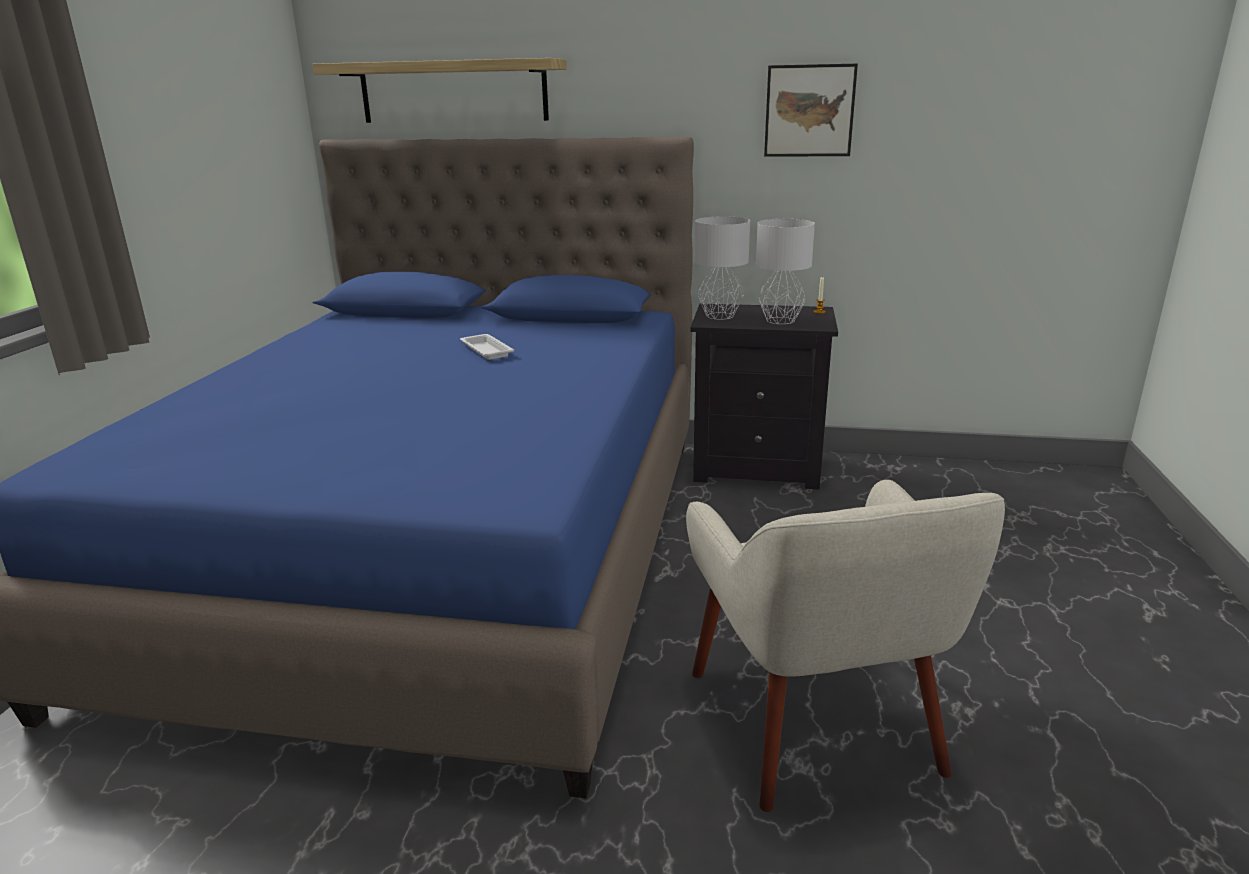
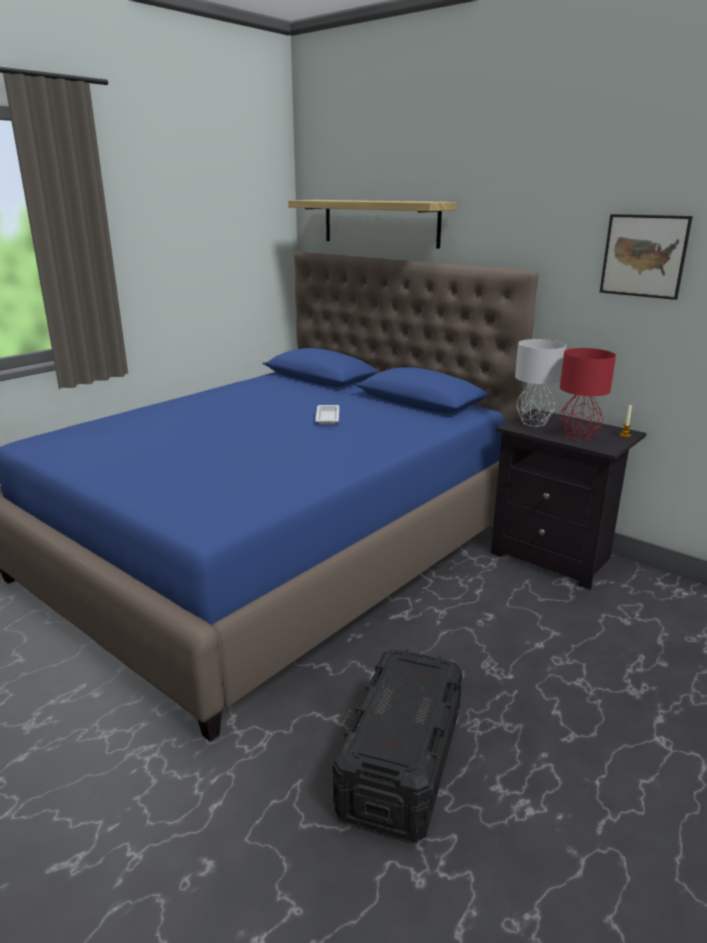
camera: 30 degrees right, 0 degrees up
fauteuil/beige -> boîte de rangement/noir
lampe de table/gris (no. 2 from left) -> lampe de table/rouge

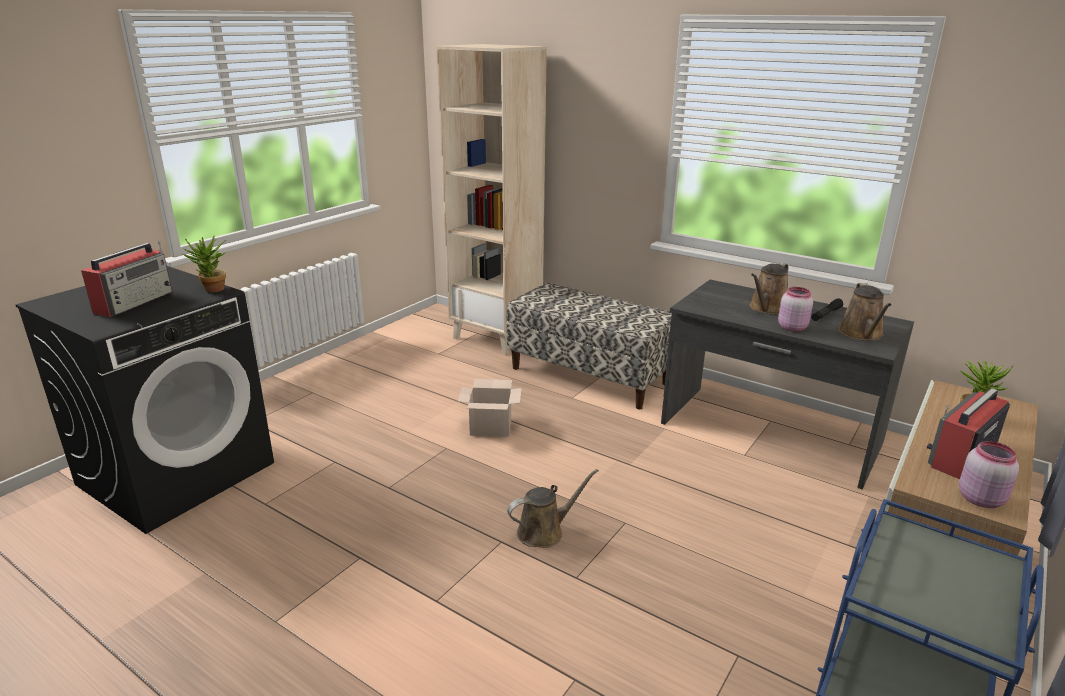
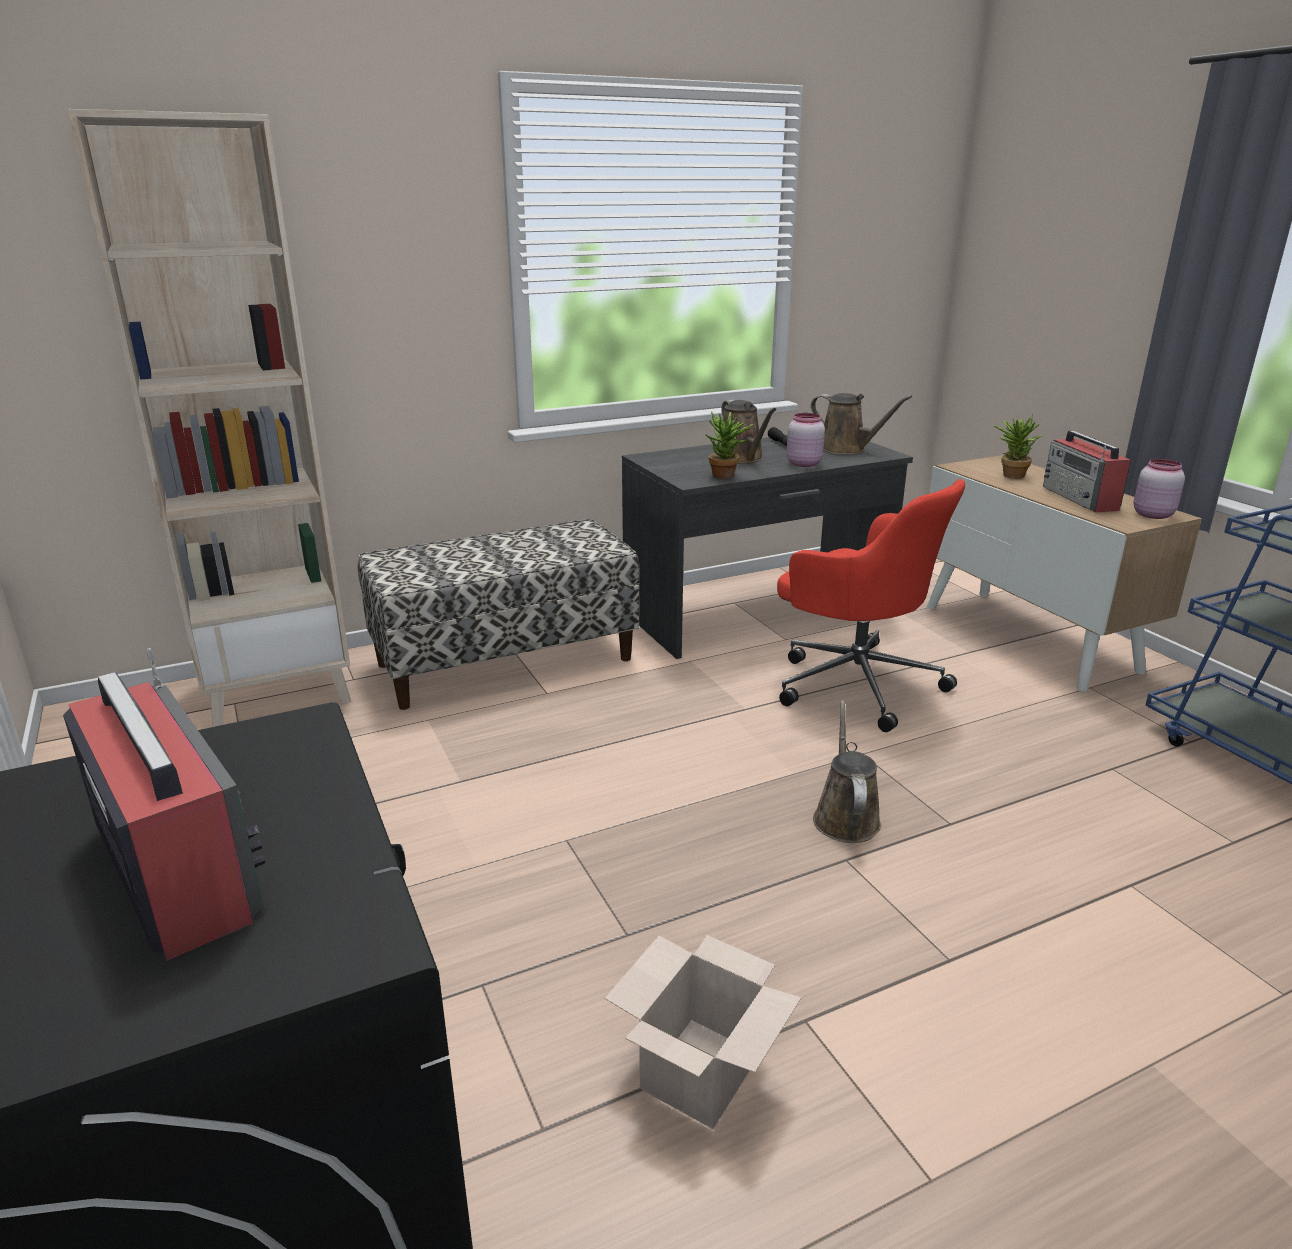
camera: 60 degrees left, 0 degrees up
none -> chaise de bureau/rouge
plante en pot (no. 1 from left), shifted
carton, shifted

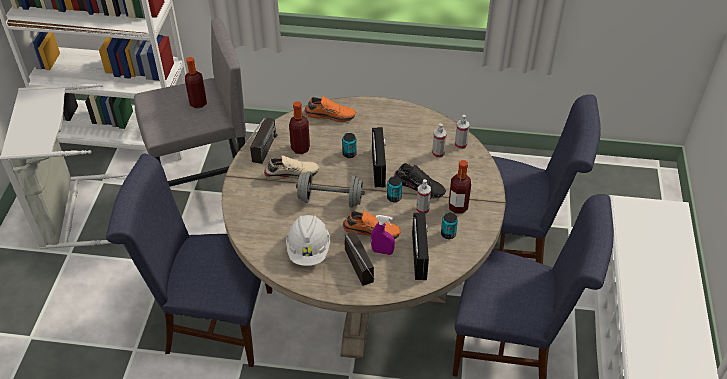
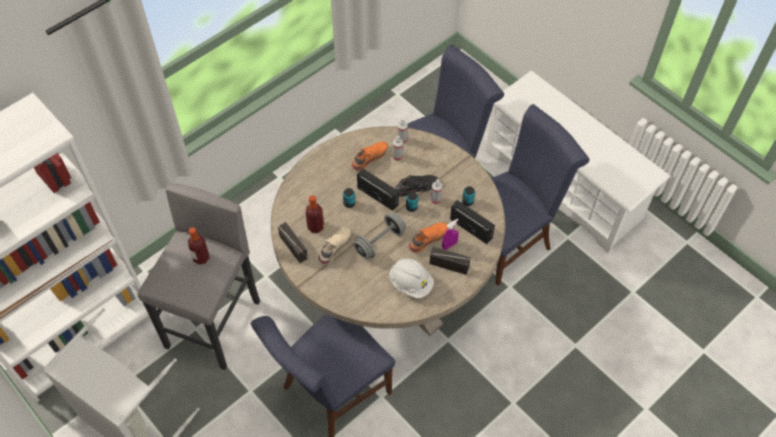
camera: 50 degrees left, 10 degrees up
bouteille (no. 3 from left) -> none
chaussure/orange (no. 1 from left), shifted

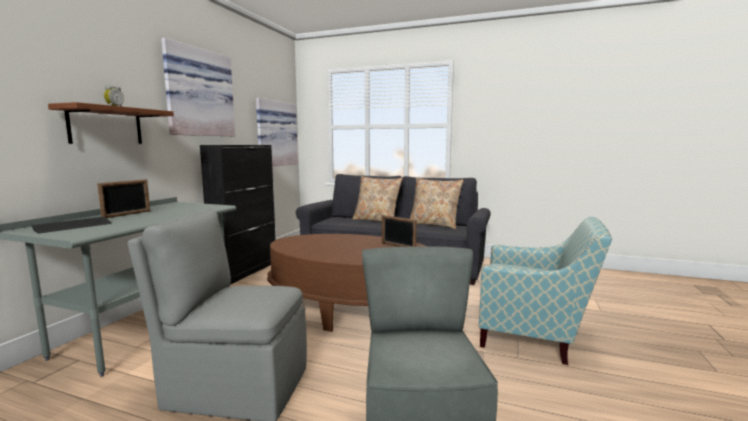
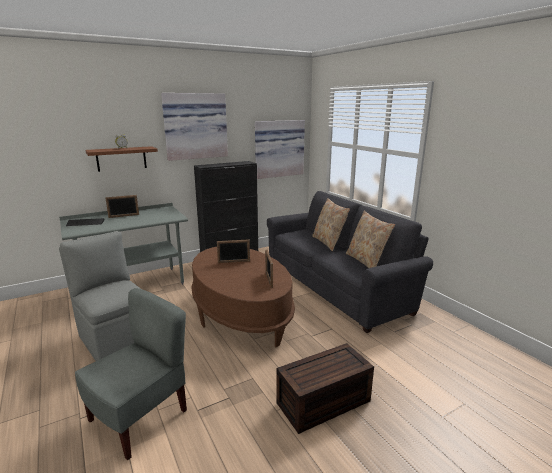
camera: 40 degrees right, 10 degrees up
none -> cadre photo (no. 2 from left)
fauteuil -> boîte de rangement/marron

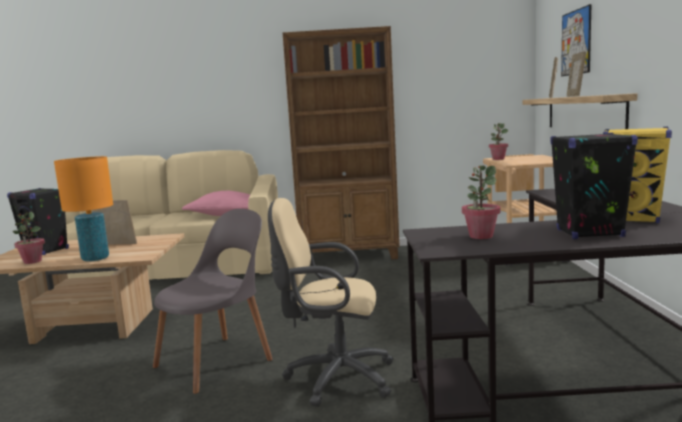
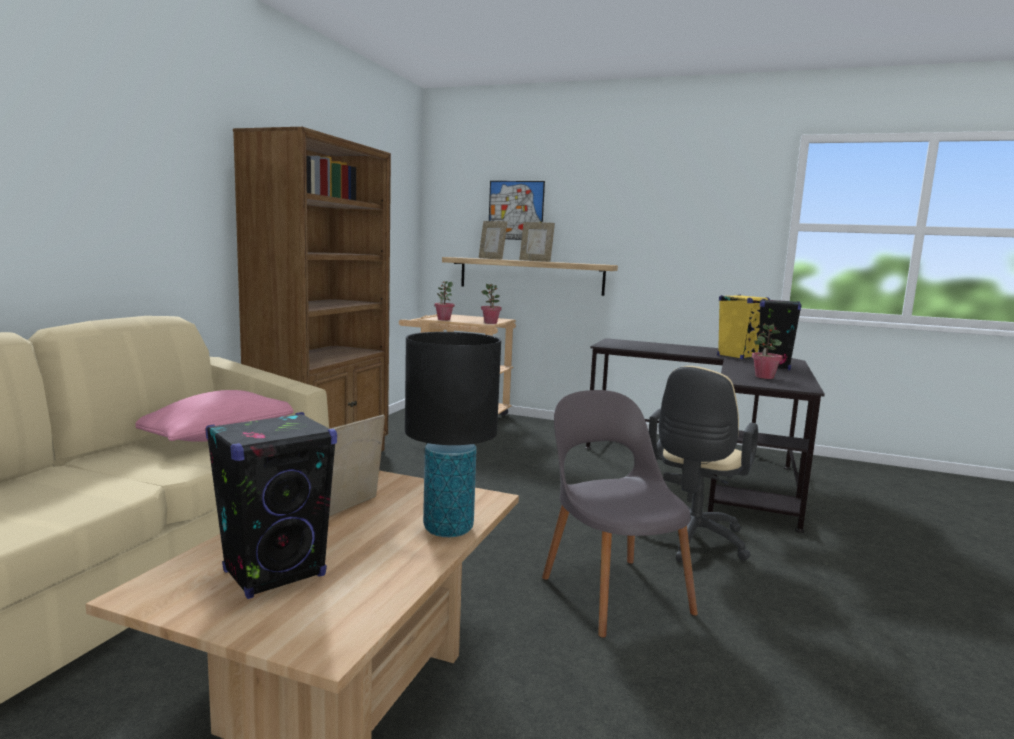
camera: 70 degrees left, 0 degrees up
plante en pot (no. 1 from left in the first image) -> plante en pot (no. 2 from left), shifted
lampe de table/orange -> lampe de table/noir

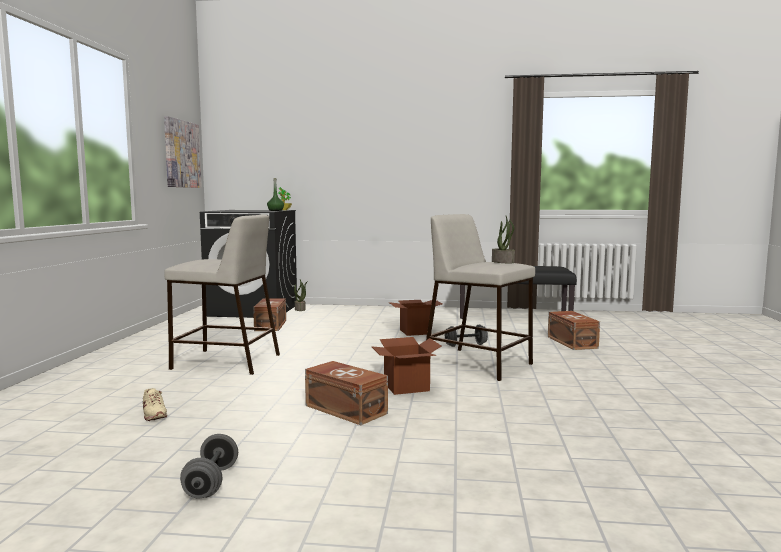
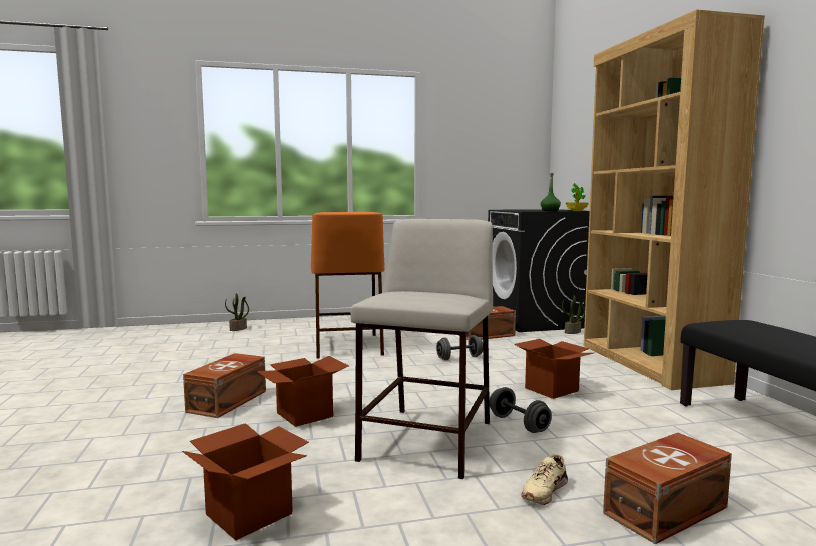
camera: 70 degrees right, 0 degrees up
tableau -> none
none -> carton (no. 1 from left)
none -> bibliothèque/marron
chaussure/beige, shifted
haltère/gris (no. 1 from left), shifted
plante en pot (no. 3 from left in the first image) -> plante en pot (no. 1 from left), shifted
tabouret/beige (no. 1 from left) -> tabouret/orange

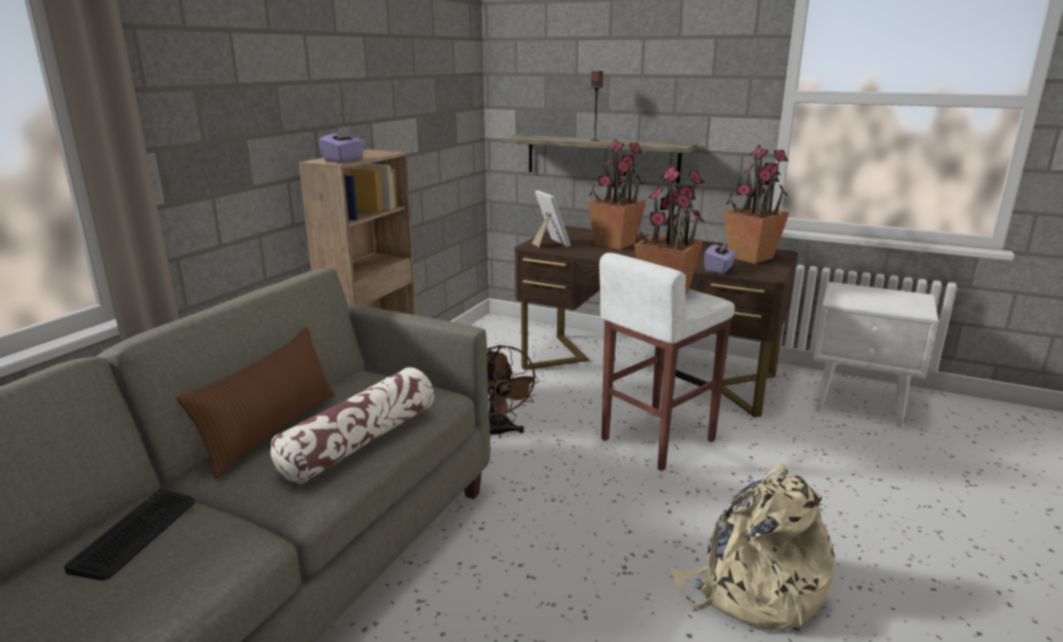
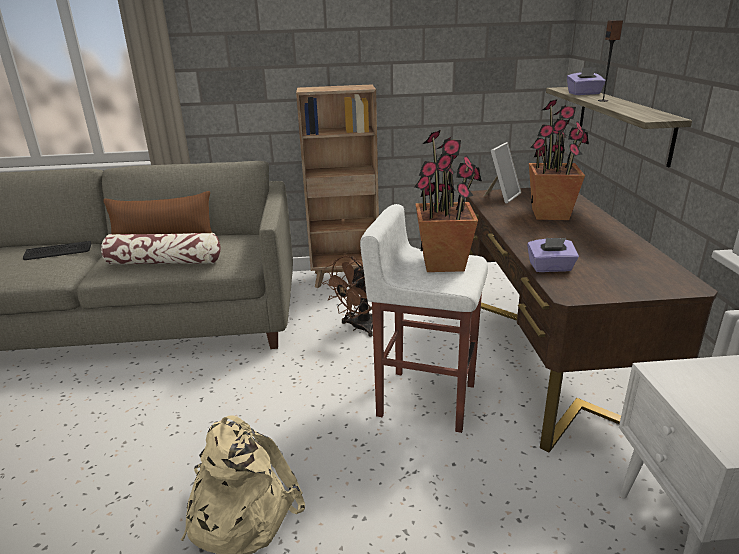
camera: 60 degrees right, 5 degrees up
plante en pot (no. 3 from left) -> none
boîte à mouchoirs/violet (no. 1 from left in the first image) -> boîte à mouchoirs/violet (no. 2 from left), shifted

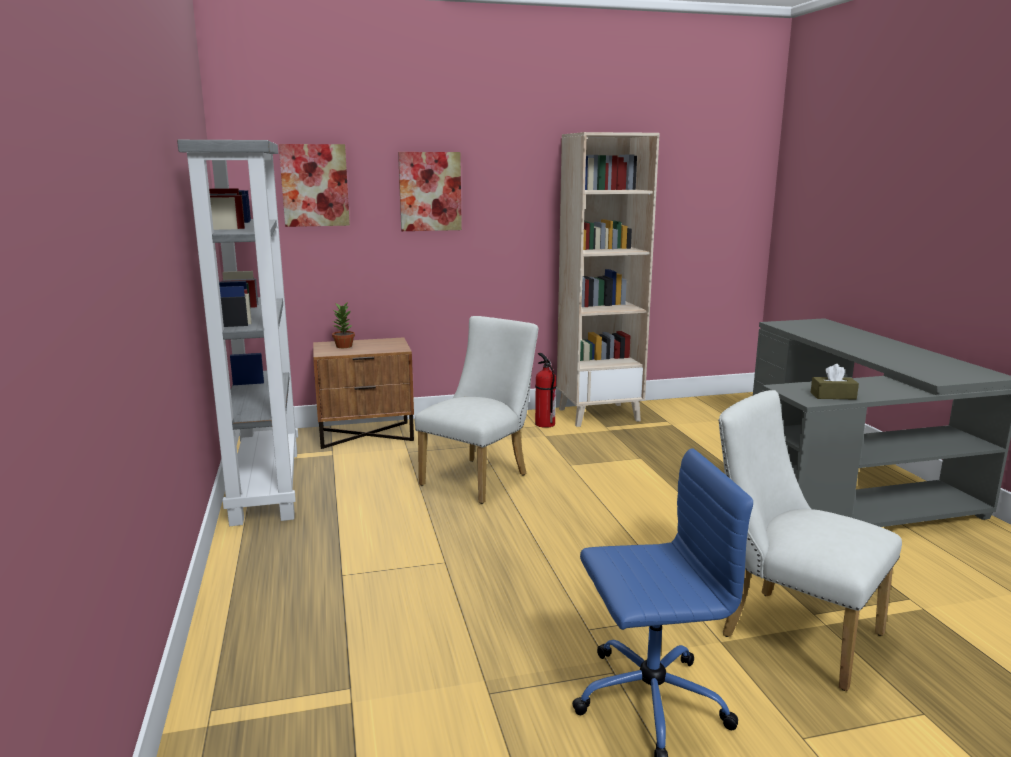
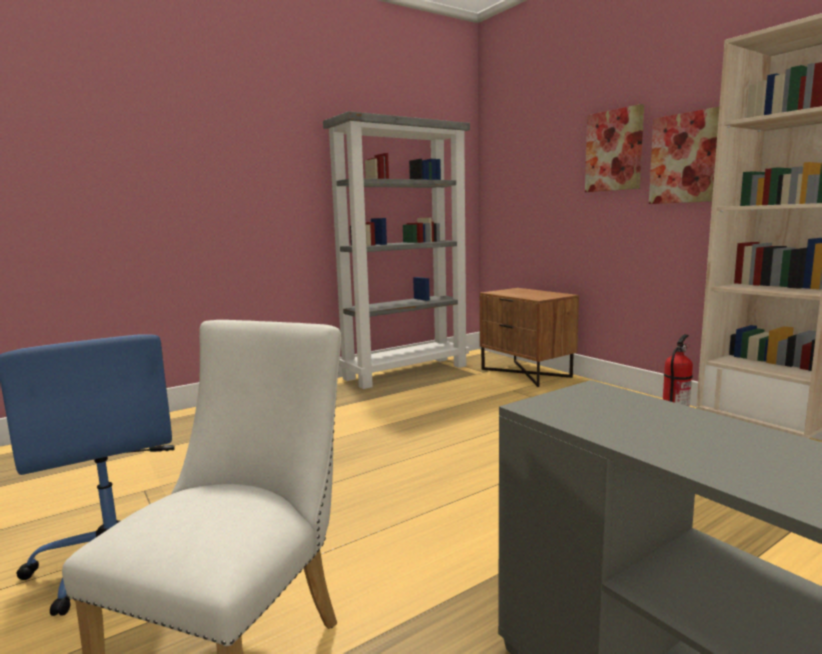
camera: 70 degrees right, 5 degrees down
plante en pot -> none
chaise/blanc (no. 1 from left) -> none
boîte à mouchoirs/marron -> none
tableau (no. 1 from left in the first image) -> tableau (no. 2 from left), shifted

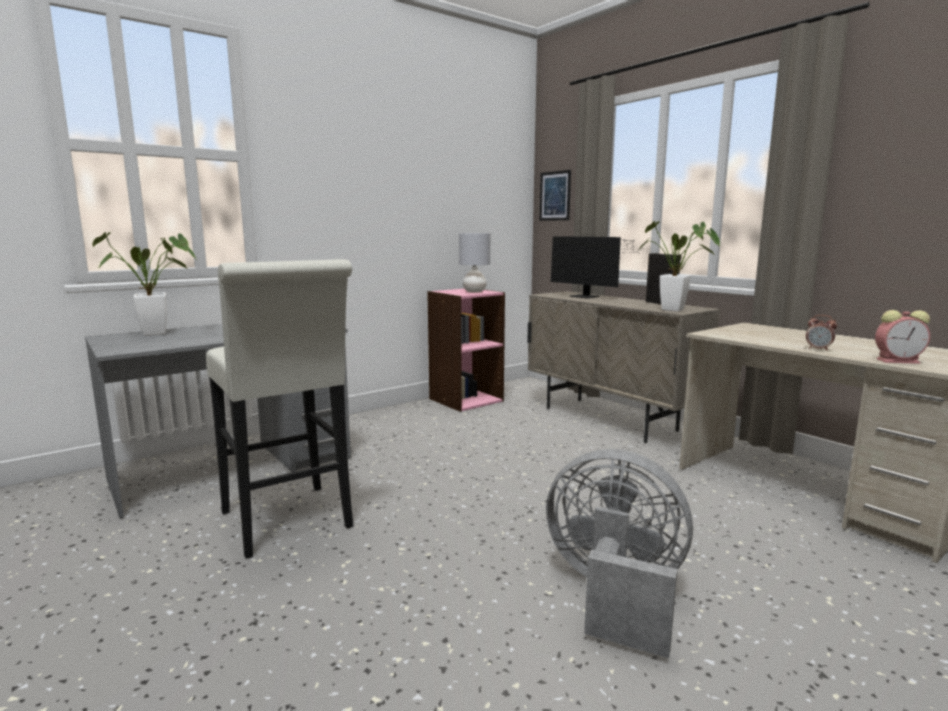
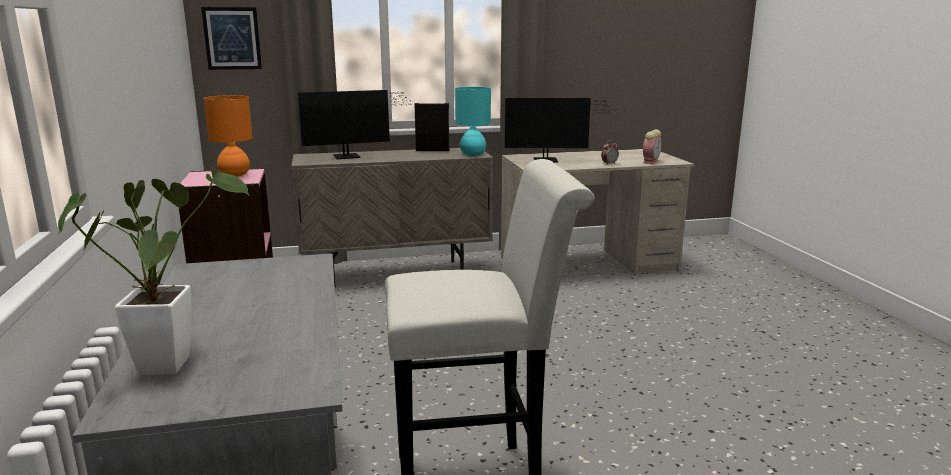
camera: 65 degrees left, 5 degrees up
ventilateur/gris -> none
none -> écran d'ordinateur (no. 2 from left)
plante en pot (no. 2 from left) -> lampe de table/turquoise
lampe de table/gris -> lampe de table/orange

